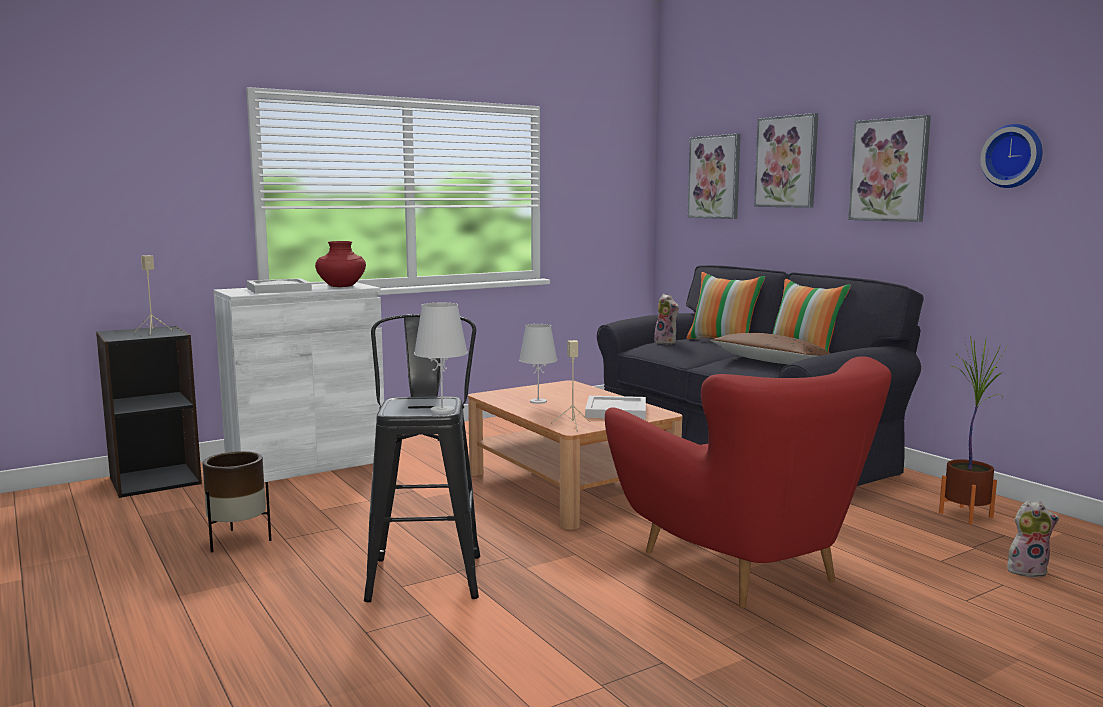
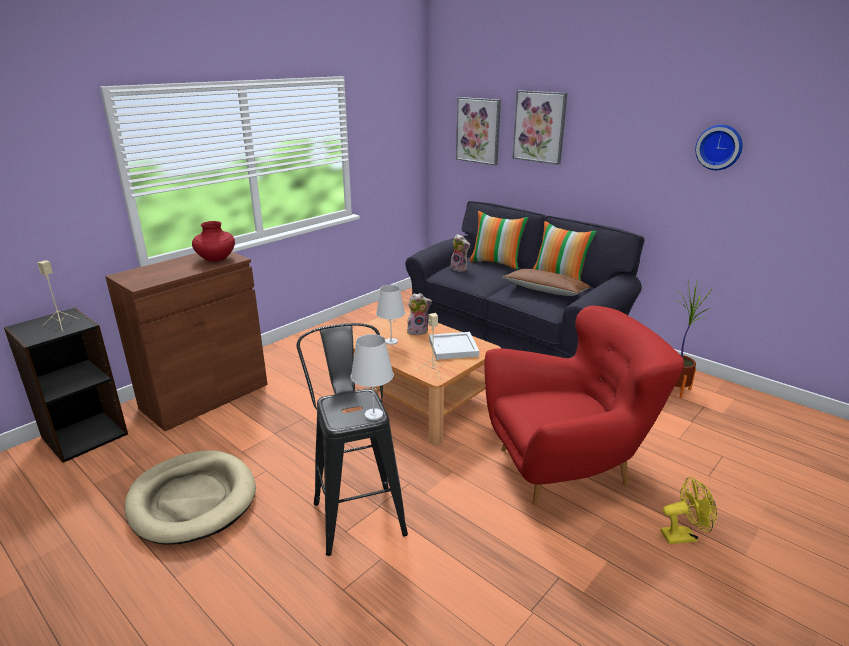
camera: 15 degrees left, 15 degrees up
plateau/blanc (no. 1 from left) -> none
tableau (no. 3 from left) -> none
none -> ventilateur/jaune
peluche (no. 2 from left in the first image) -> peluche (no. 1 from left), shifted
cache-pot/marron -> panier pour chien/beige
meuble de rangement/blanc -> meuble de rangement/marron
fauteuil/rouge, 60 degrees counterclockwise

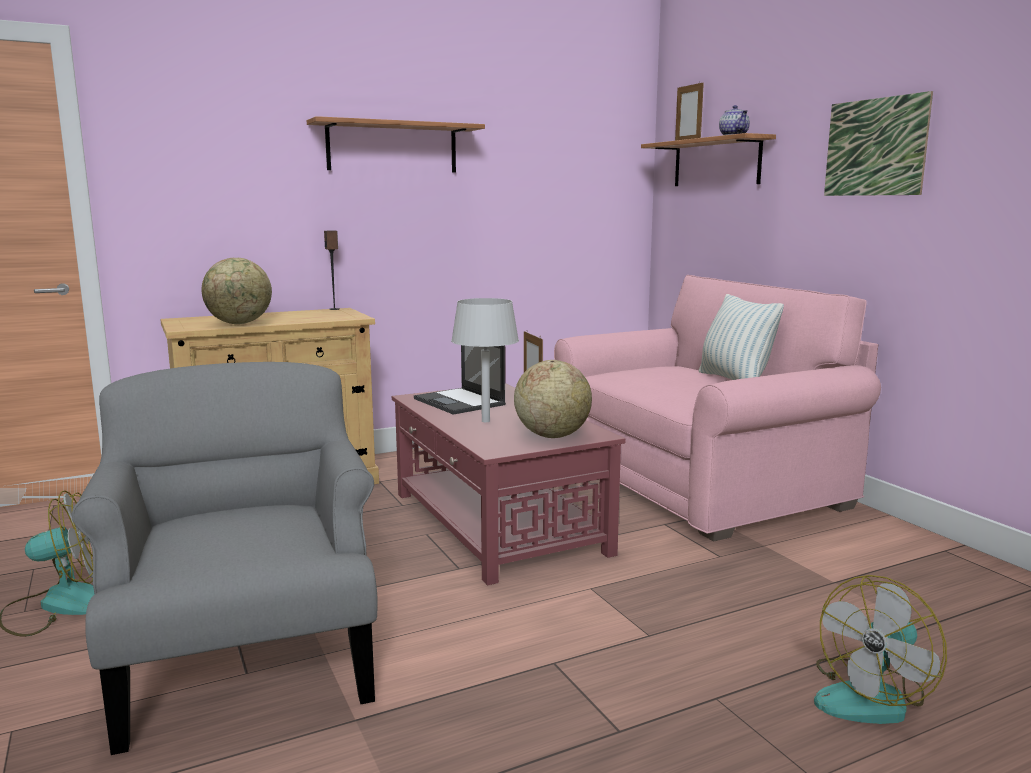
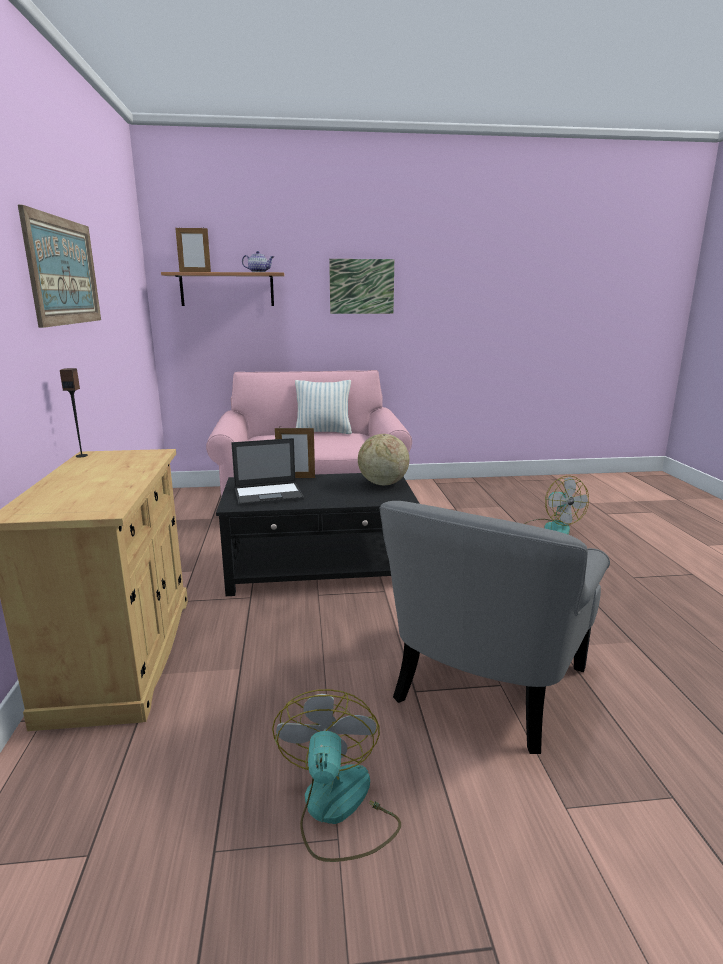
camera: 70 degrees left, 5 degrees up
globe (no. 1 from left) -> none
lampe de table/gris -> none
étagère (no. 1 from left) -> tableau (no. 1 from left)
table basse/rouge -> table basse/noir
fauteuil/gris, 60 degrees counterclockwise

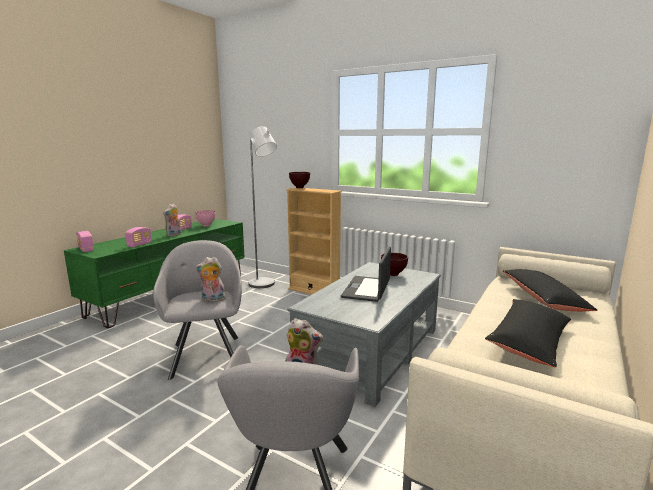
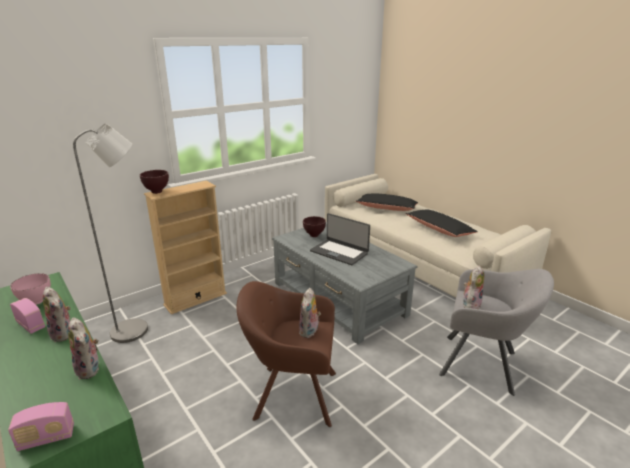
camera: 70 degrees left, 10 degrees up
radio (no. 2 from left) -> peluche (no. 2 from left)
fauteuil/gris (no. 1 from left) -> fauteuil/marron

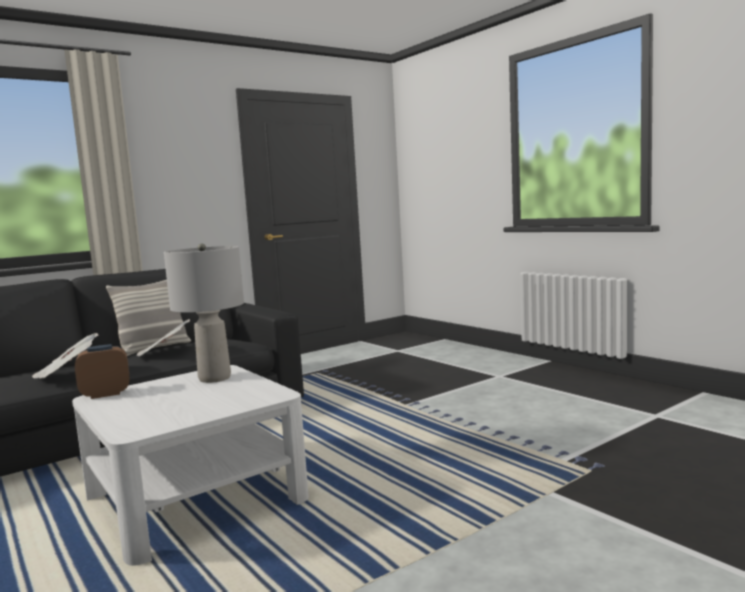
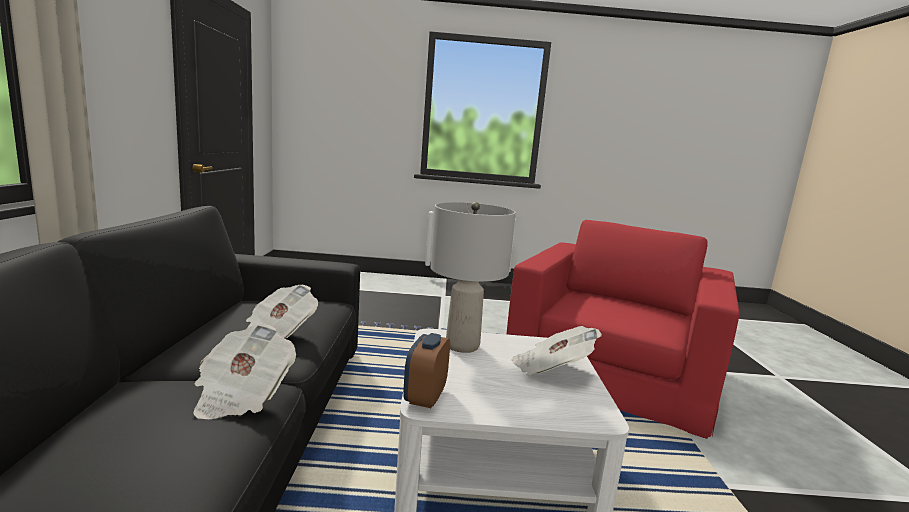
camera: 55 degrees left, 5 degrees up
coussin -> none
none -> fauteuil/rouge
none -> journal (no. 3 from left)

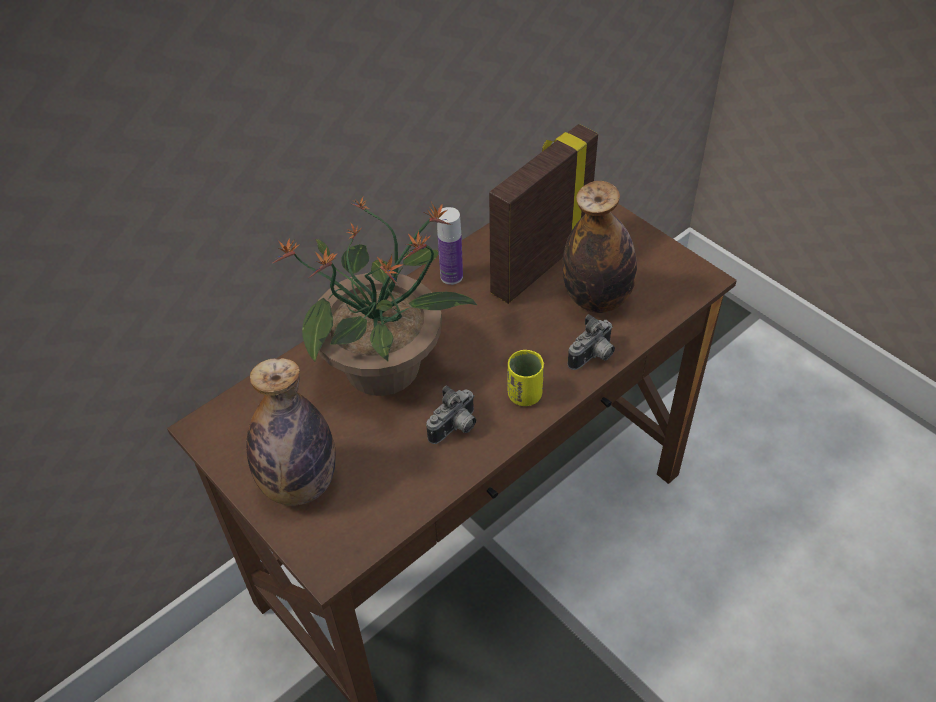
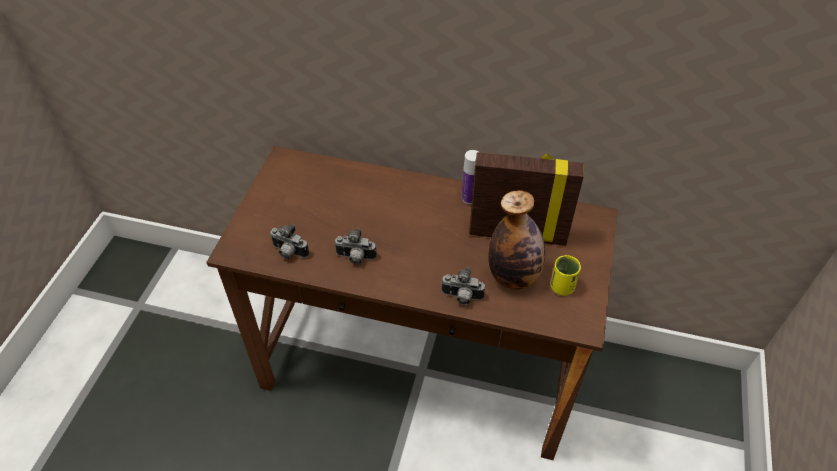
camera: 55 degrees right, 0 degrees up
bouteille (no. 1 from left) -> none
plante en pot -> none
none -> appareil photo (no. 1 from left)
tasse/jaune, shifted

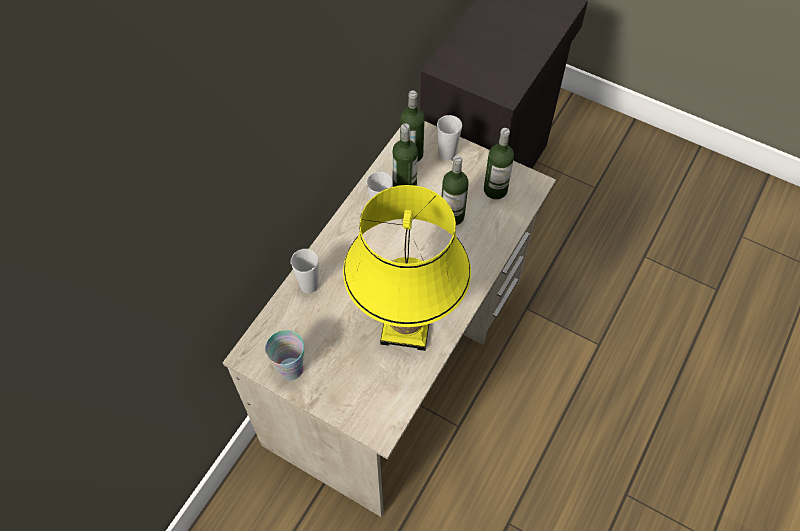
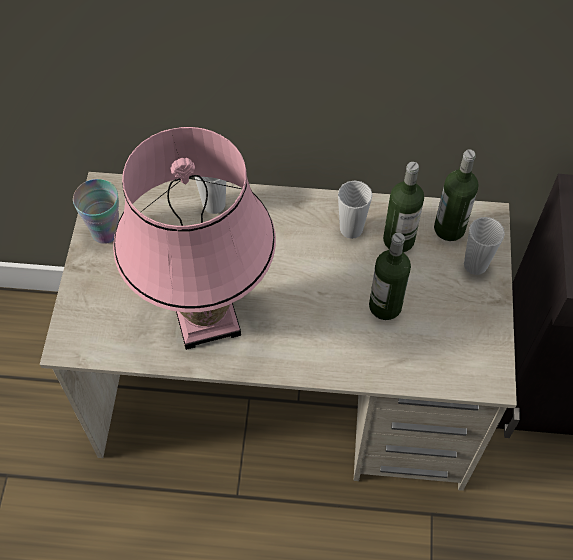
camera: 65 degrees right, 0 degrees up
bouteille (no. 4 from left) -> none
lampe de table/jaune -> lampe de table/rose

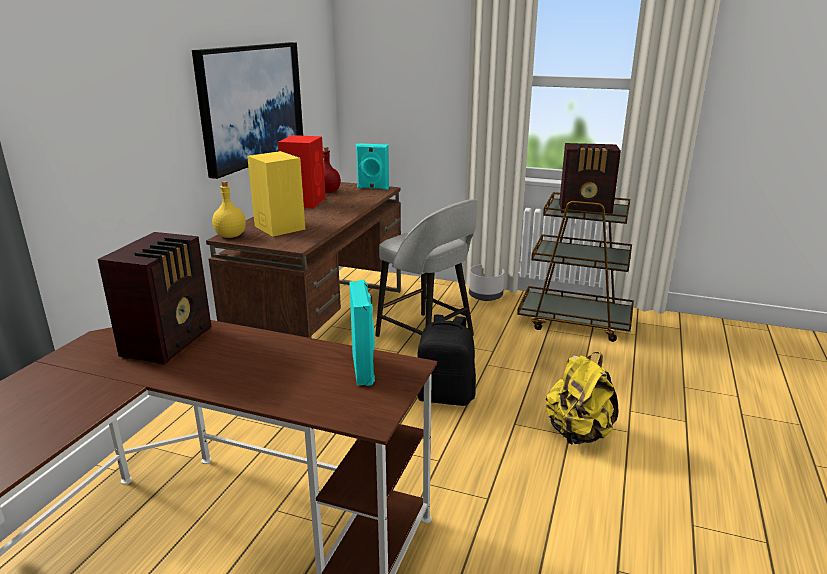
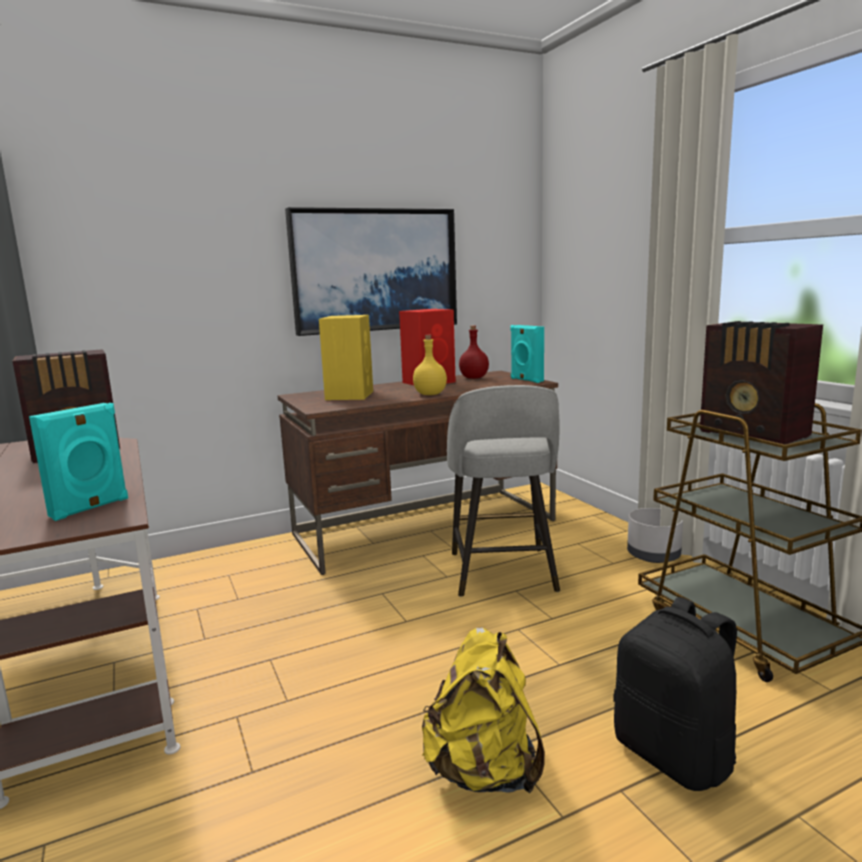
camera: 45 degrees right, 10 degrees down
bouteille/jaune, shifted
sac à dos/noir, shifted

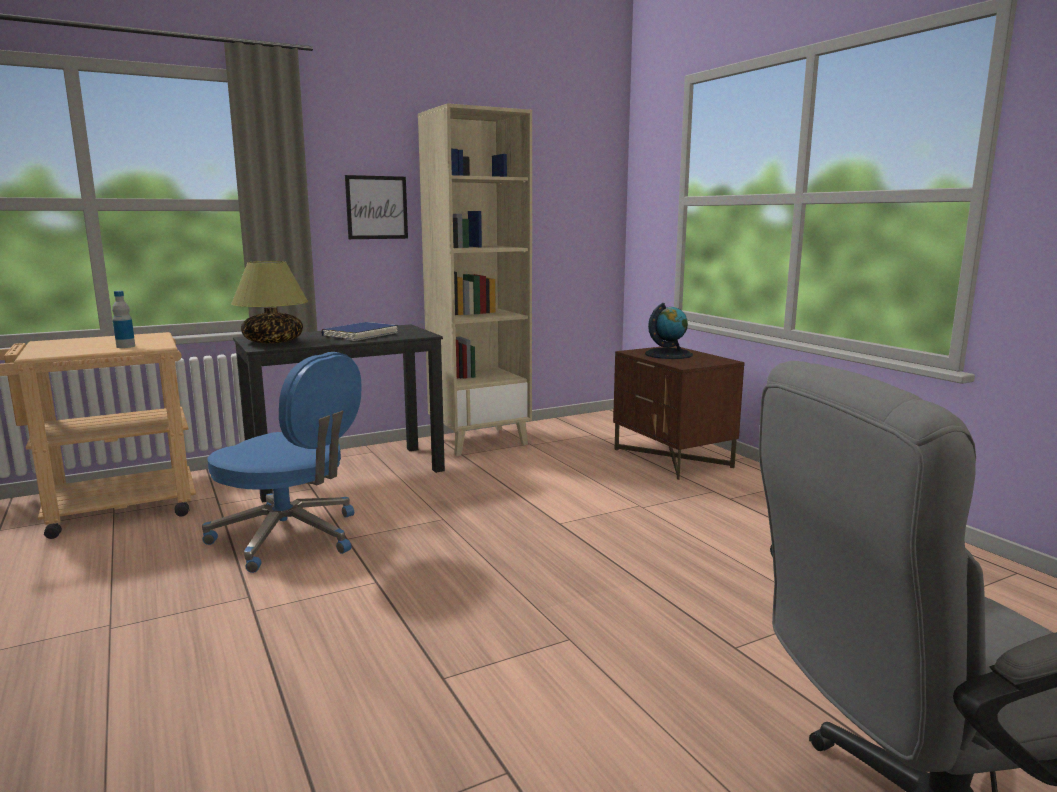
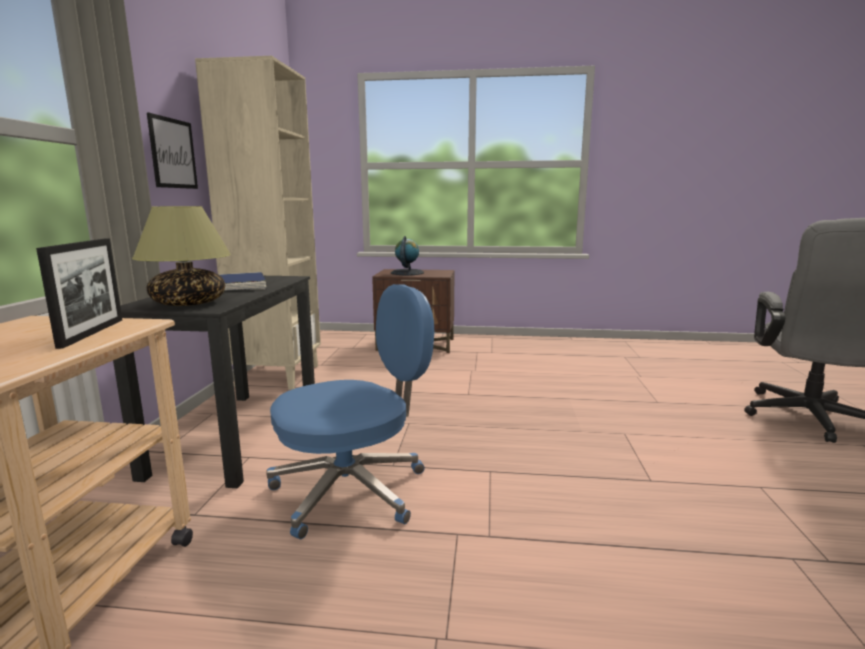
camera: 55 degrees left, 0 degrees up
bouteille -> cadre photo

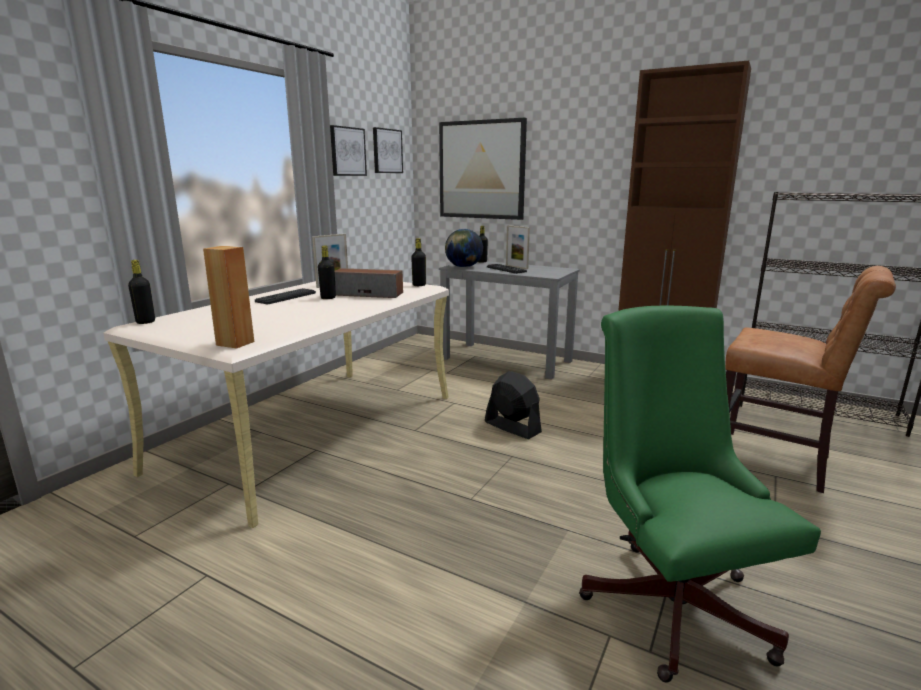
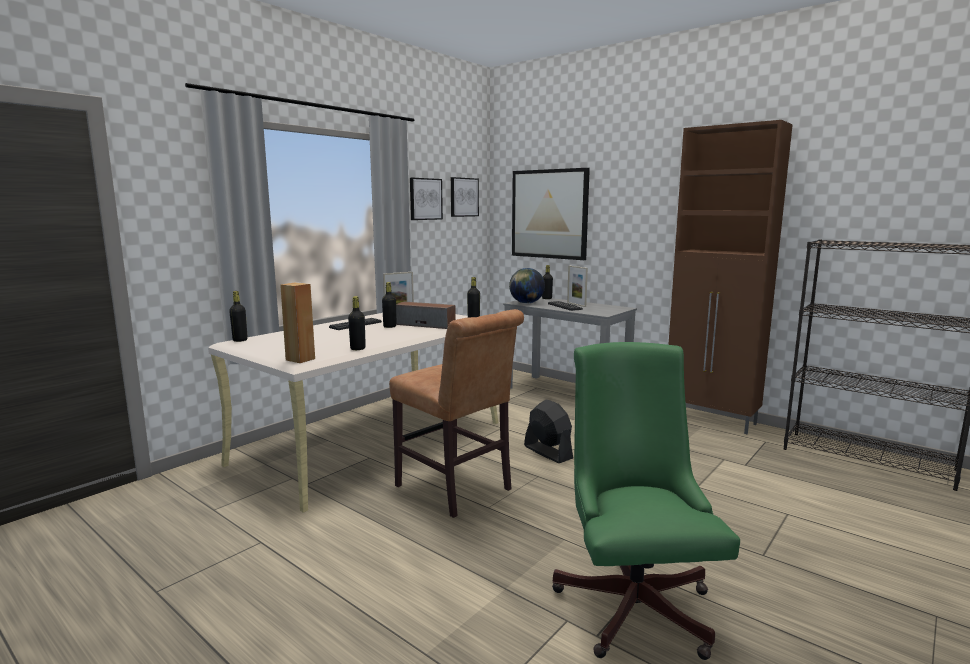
camera: 10 degrees right, 5 degrees down
none -> bouteille/noir (no. 2 from left)
chaise/marron, shifted

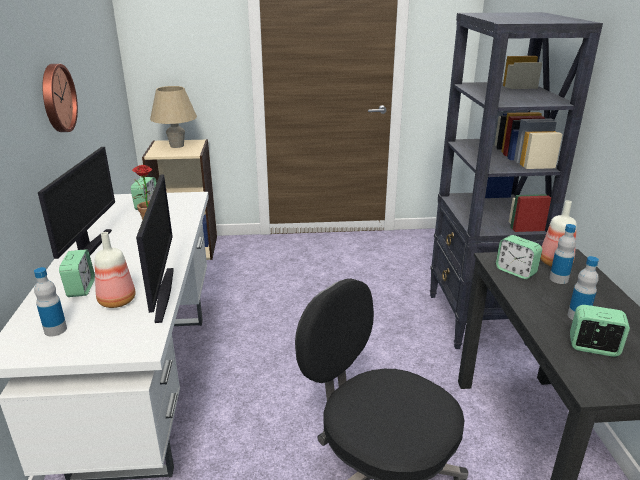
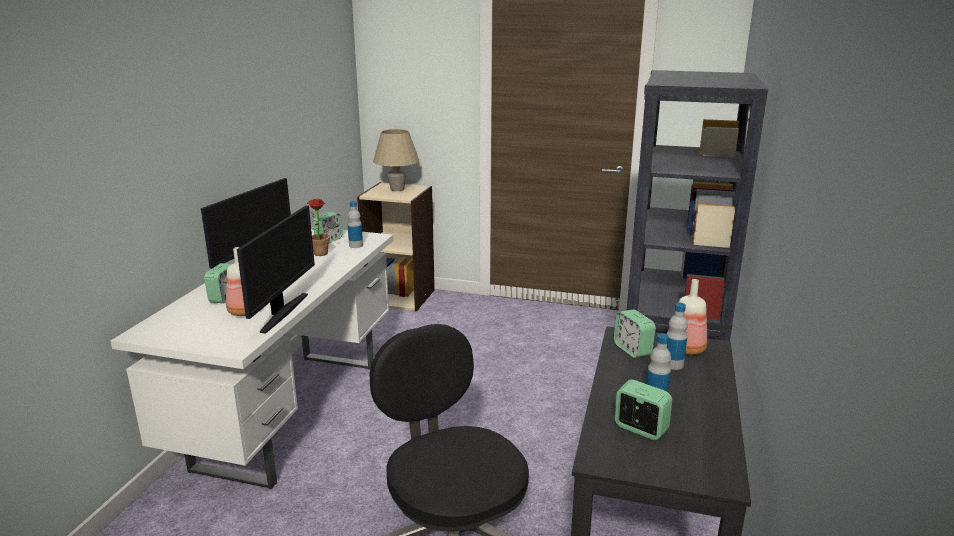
camera: 20 degrees right, 5 degrees down
horloge murale -> none
bouteille (no. 1 from left in the first image) -> bouteille (no. 2 from left), shifted

